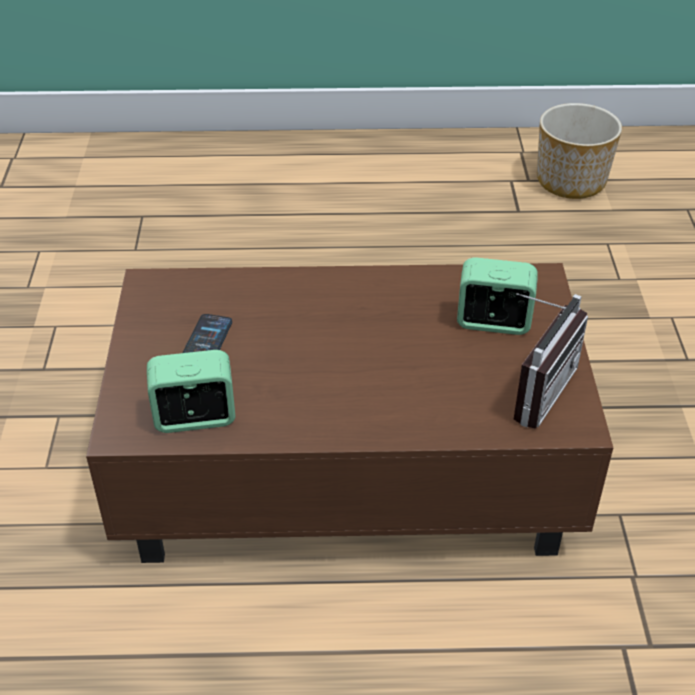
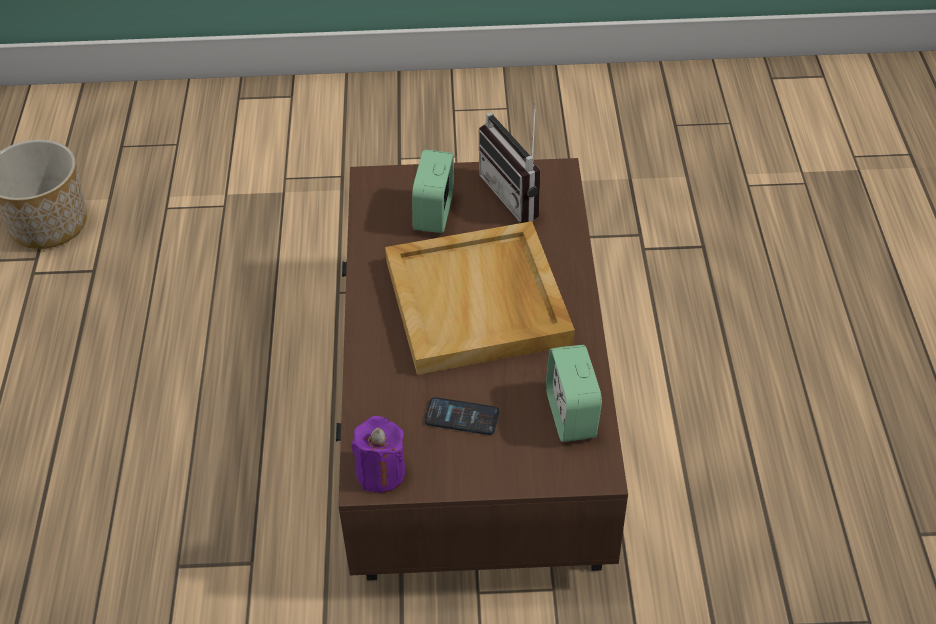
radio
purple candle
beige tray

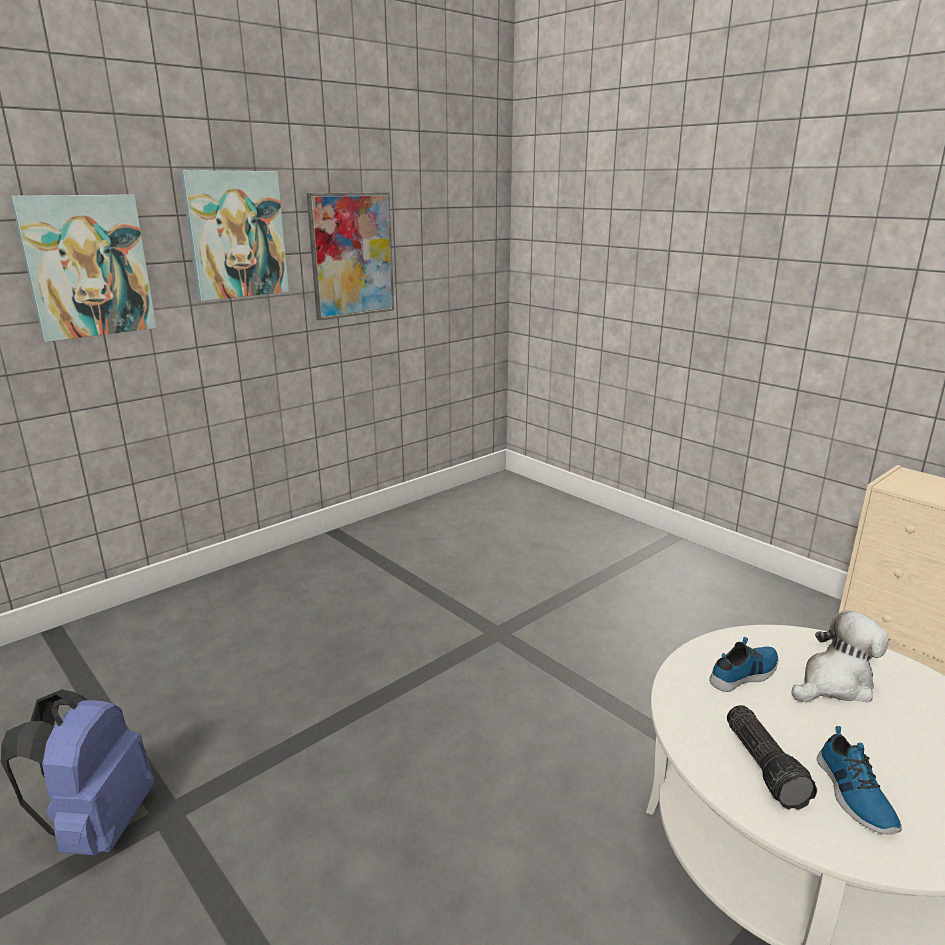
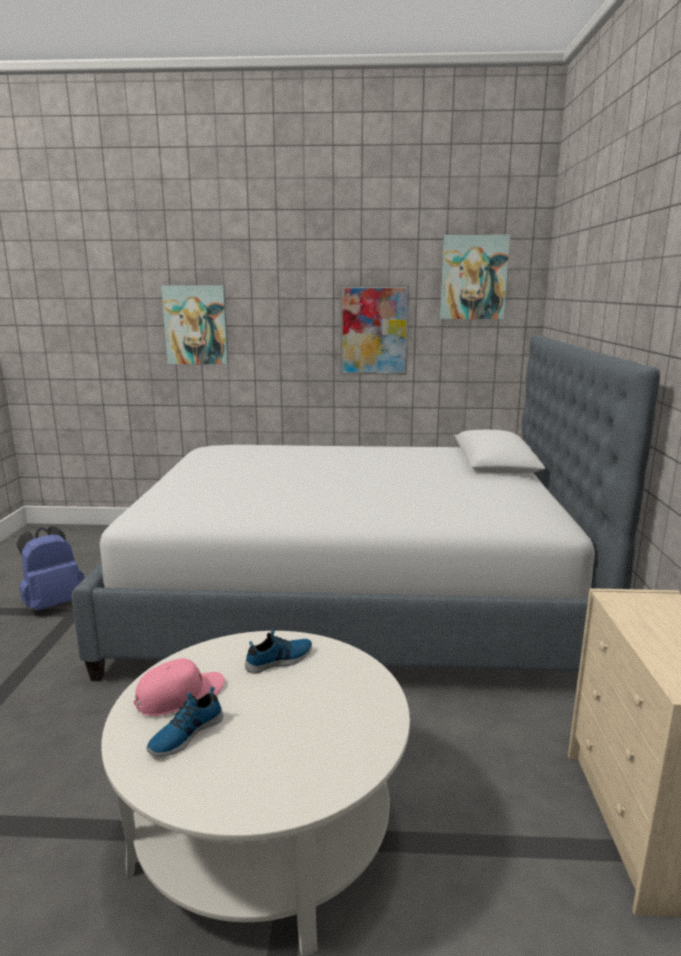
picture (3rd from left)
shoe (2nd from left)
pink cap
plush toy
bed

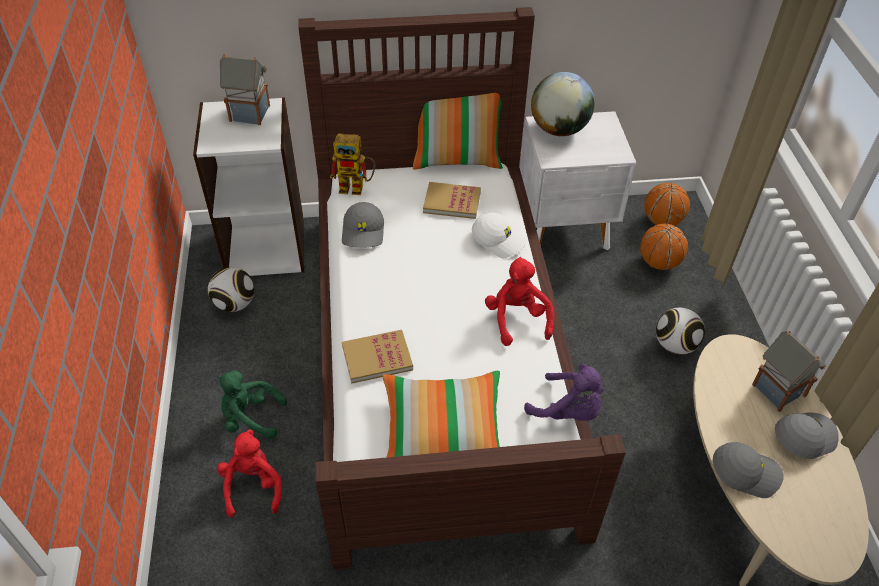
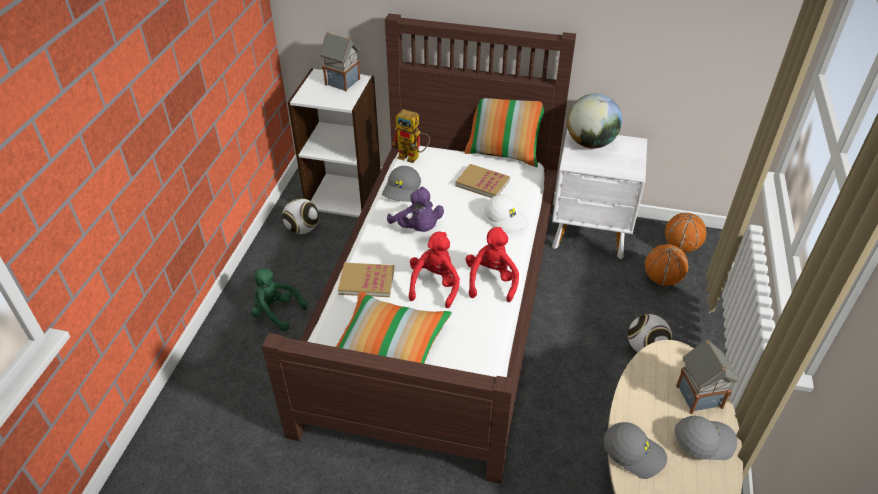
red plush toy (1st from left)
purple plush toy

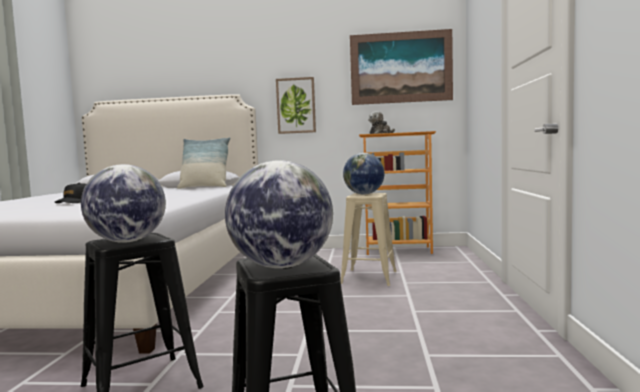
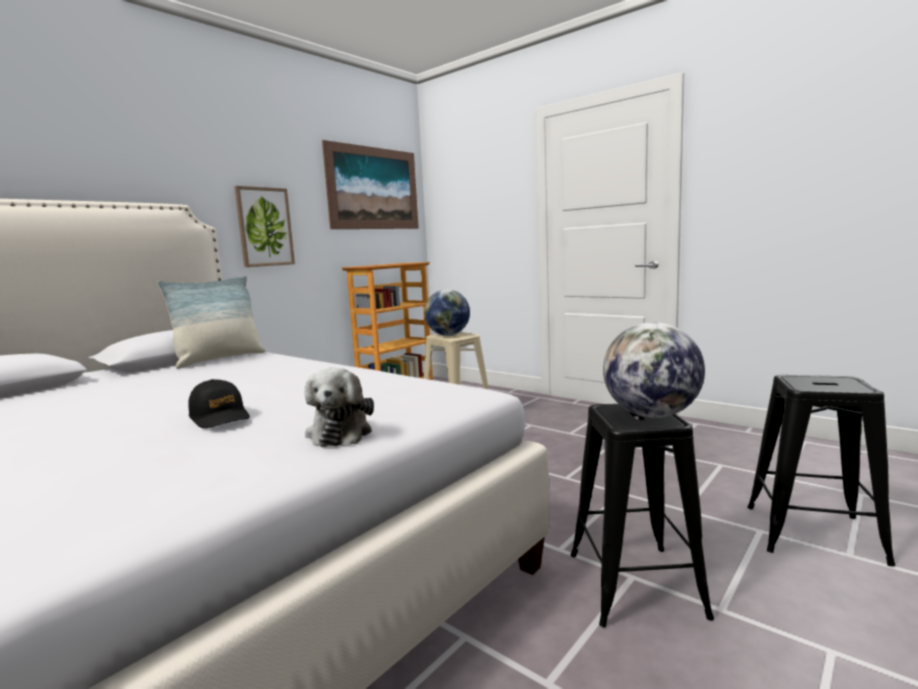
globe (2nd from left in the first image)
plush toy

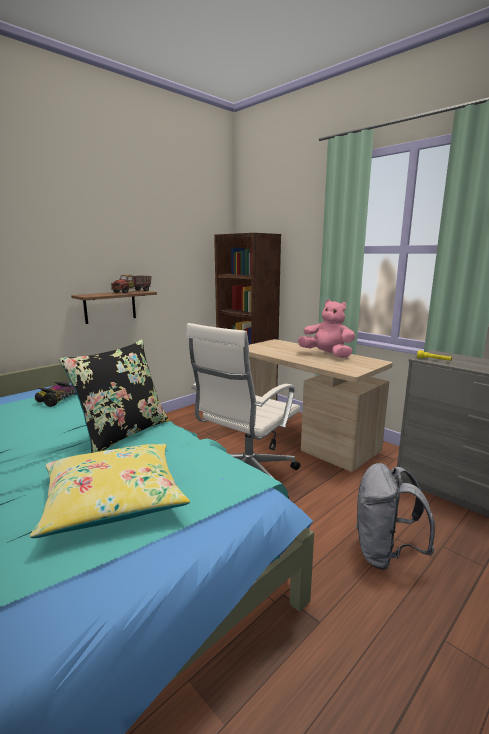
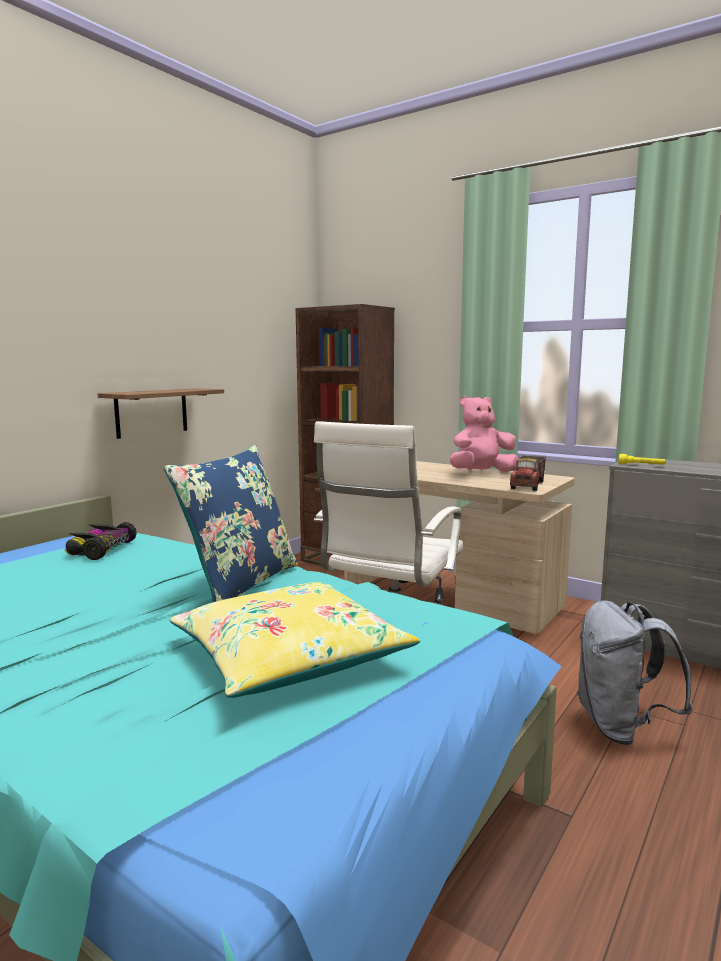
blue pillow
toy truck
pink plush toy

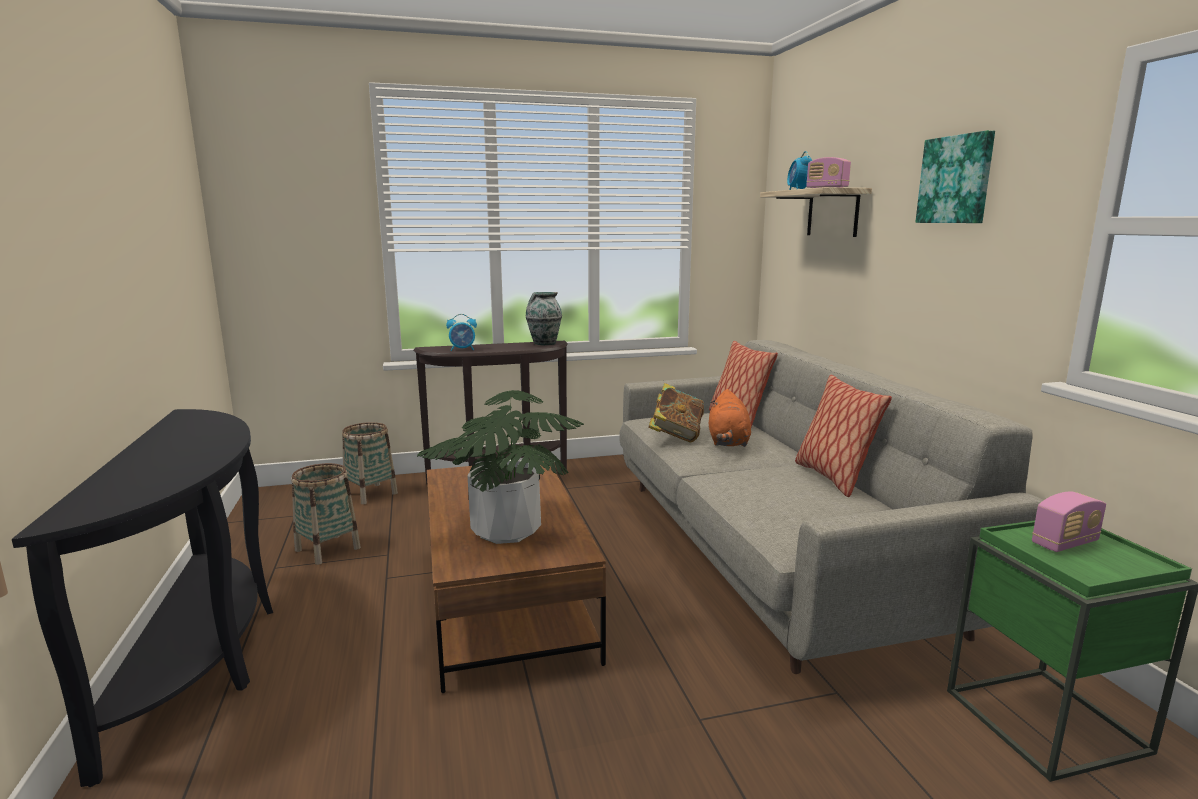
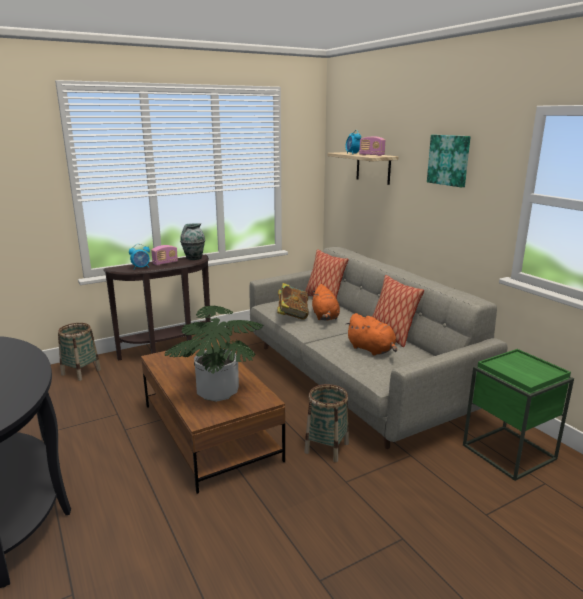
basket (2nd from left)
radio (1st from left)
orange plush toy (2nd from left)

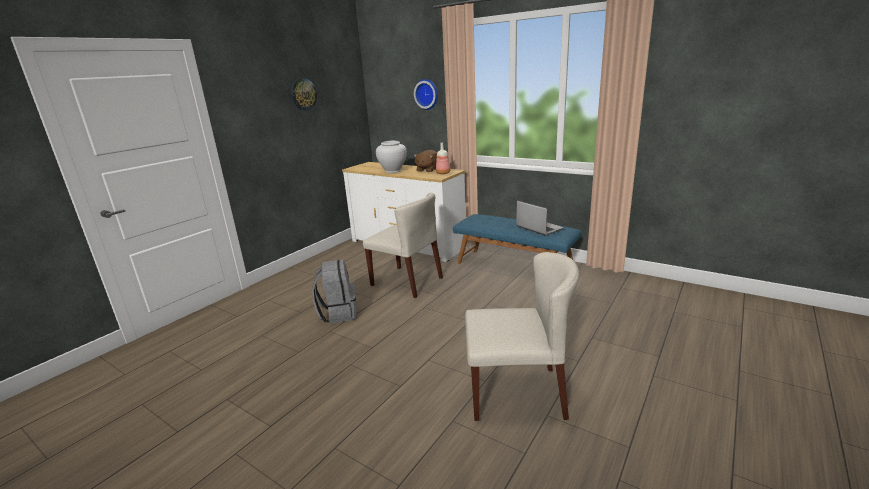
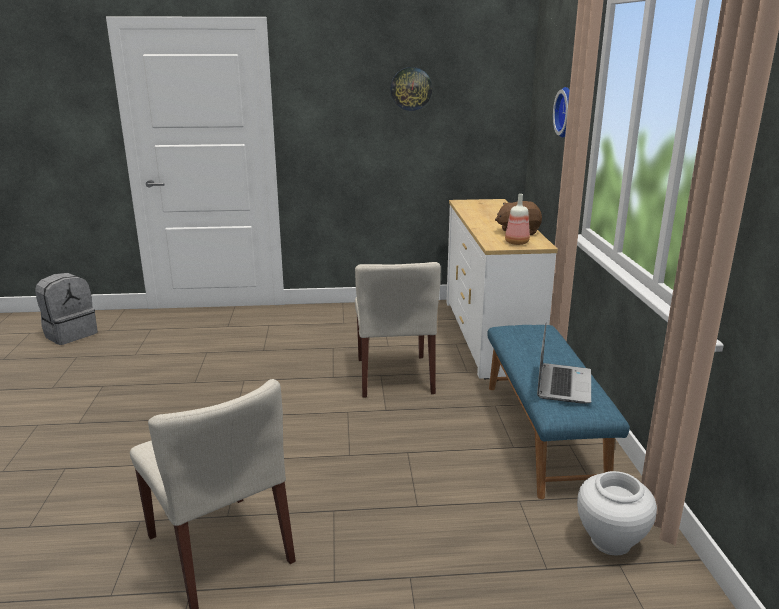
grey backpack
white vase

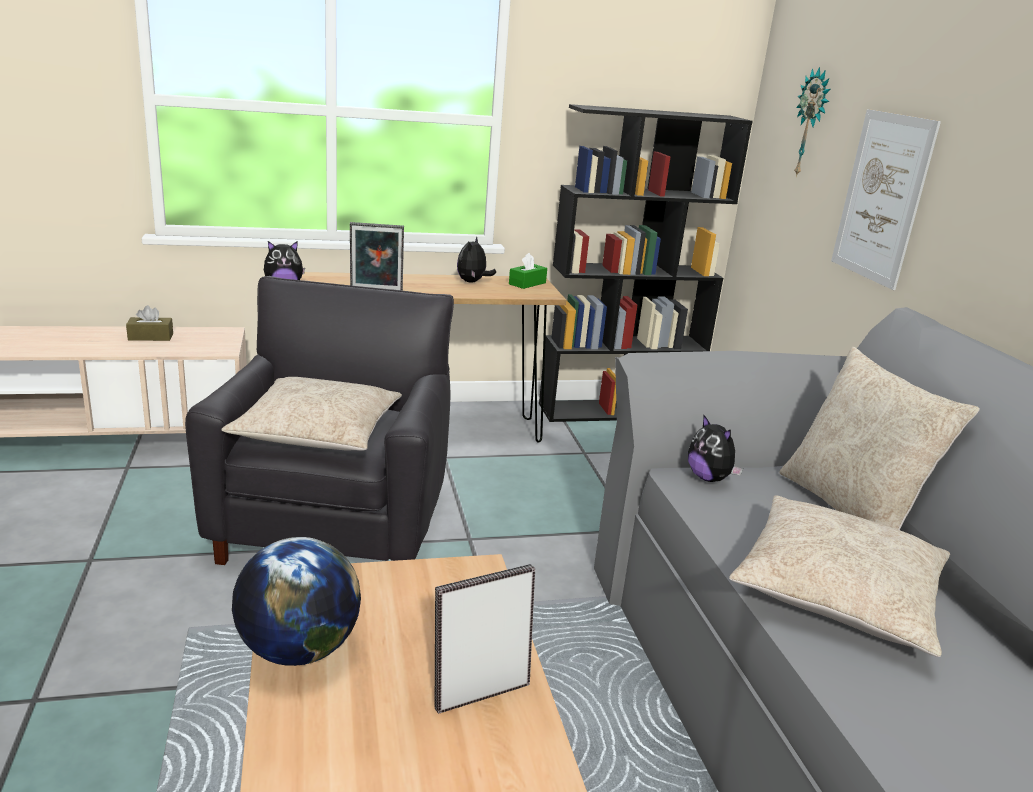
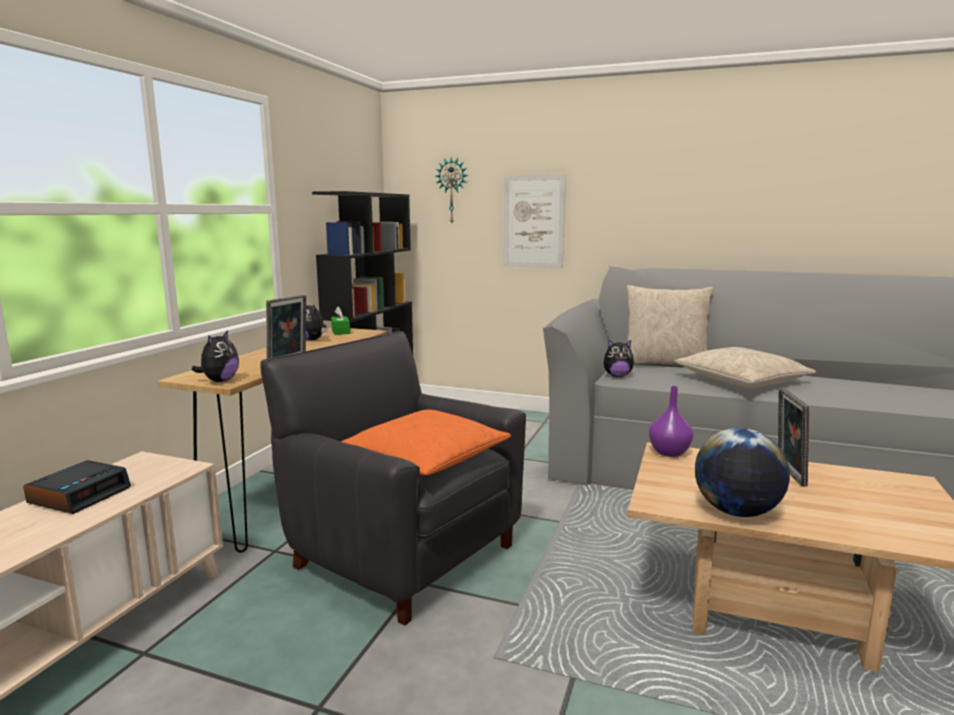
alarm clock
orange pillow
purple vase

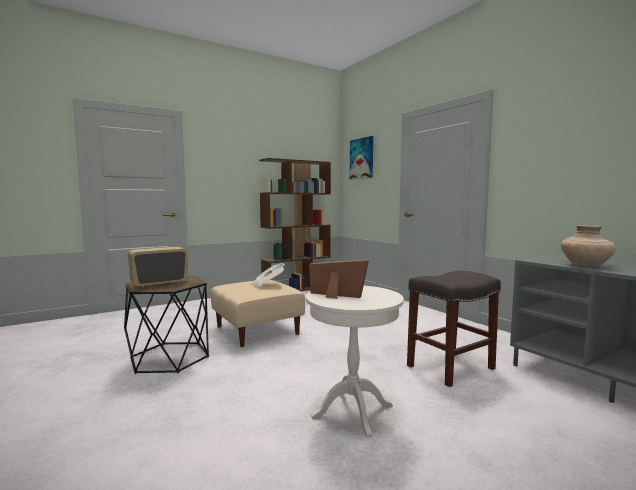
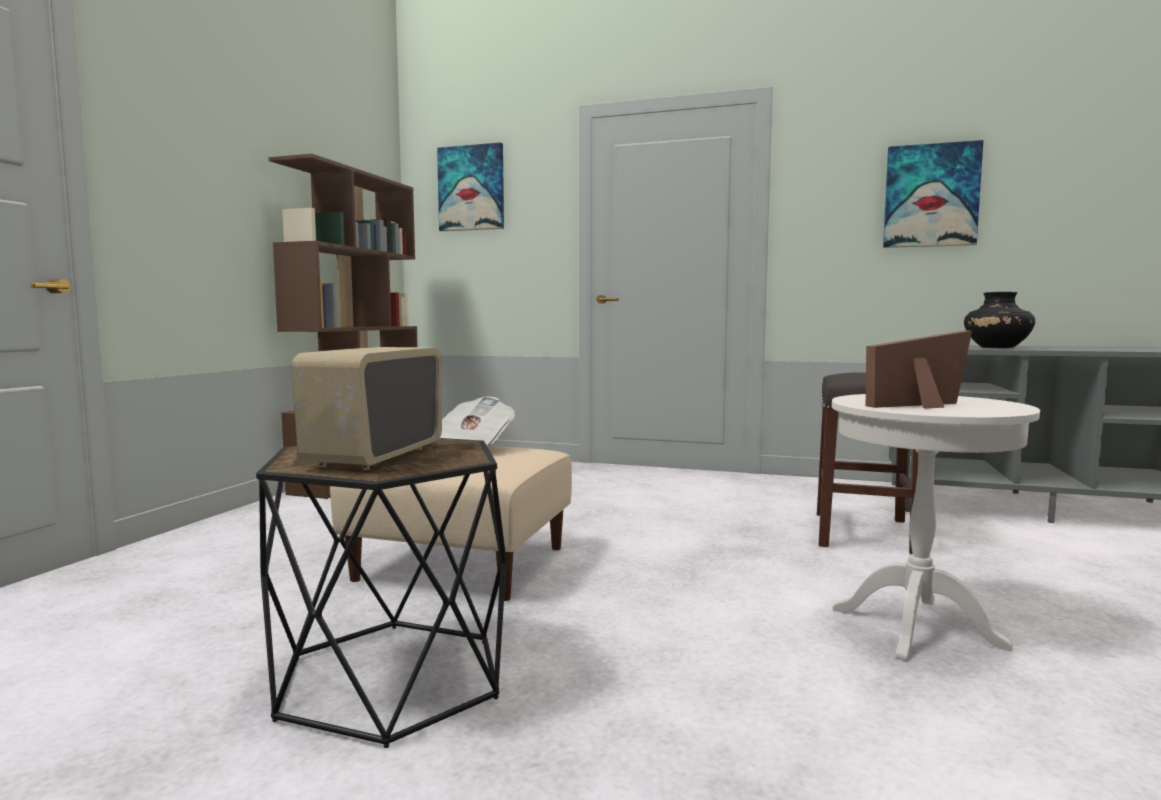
black vase
picture (2nd from left)

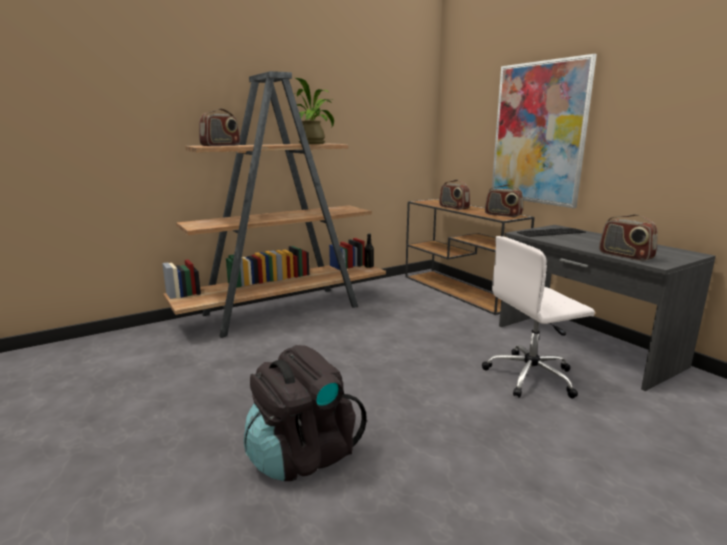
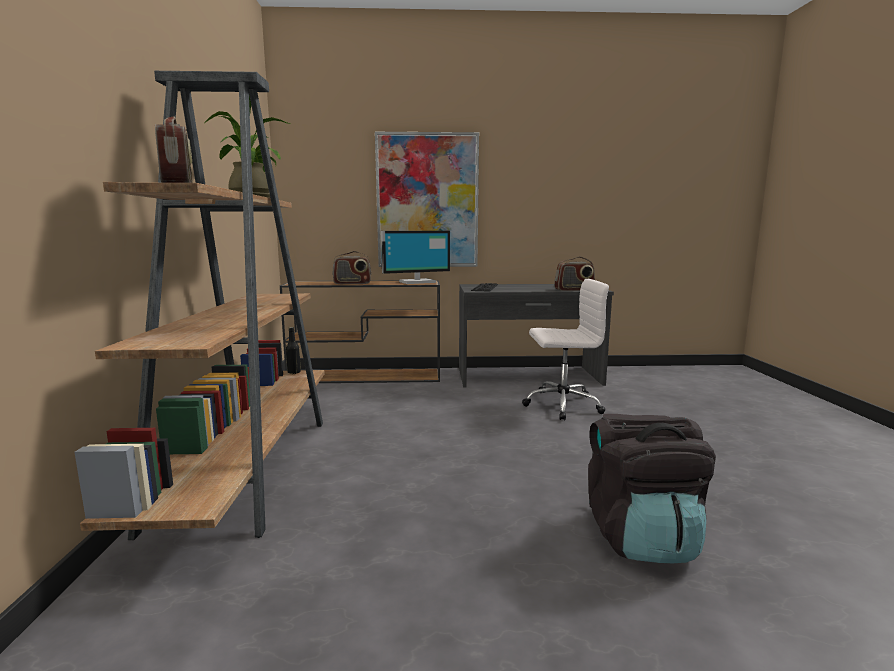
white office chair
monitor

